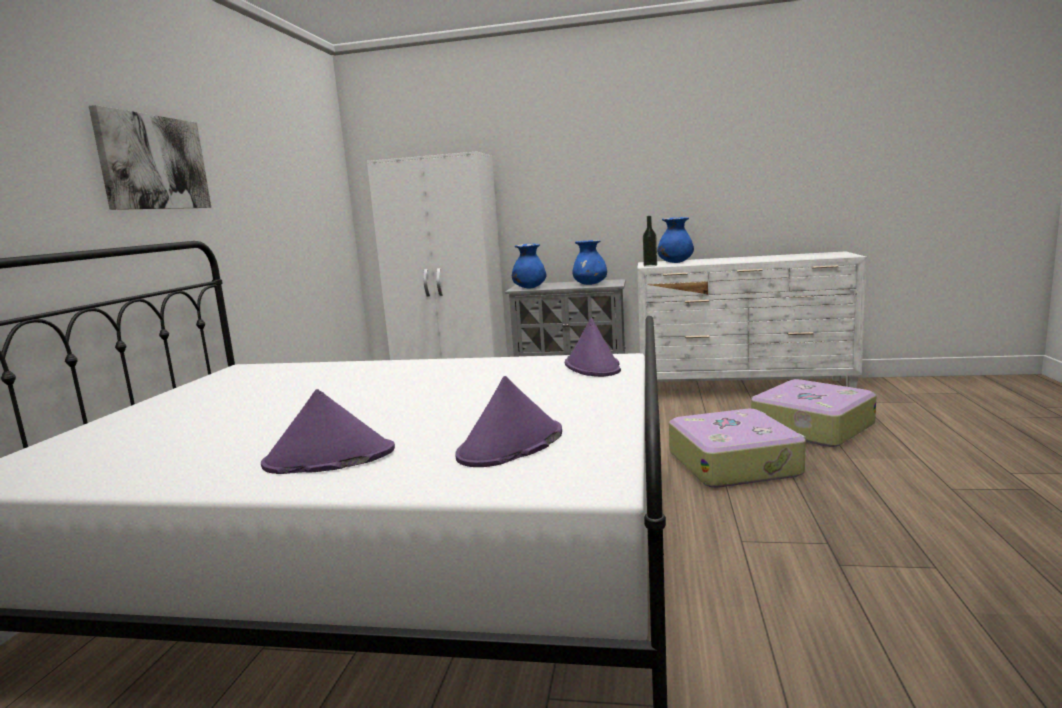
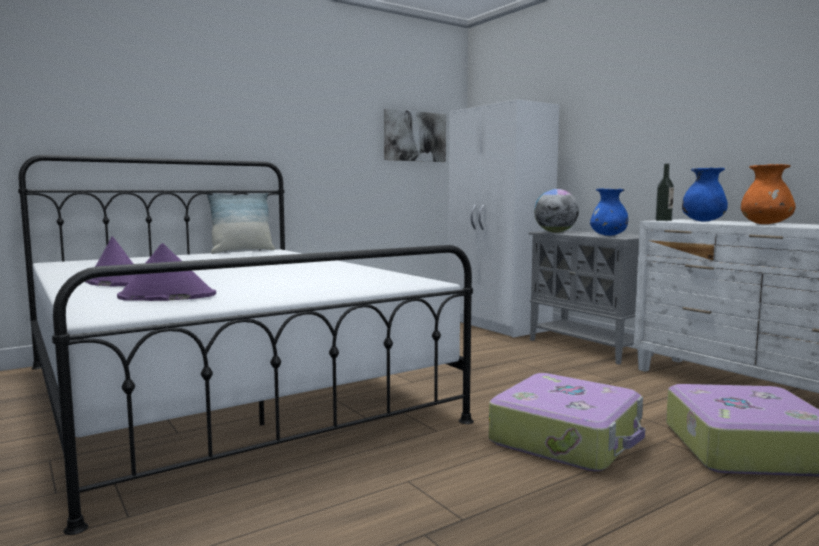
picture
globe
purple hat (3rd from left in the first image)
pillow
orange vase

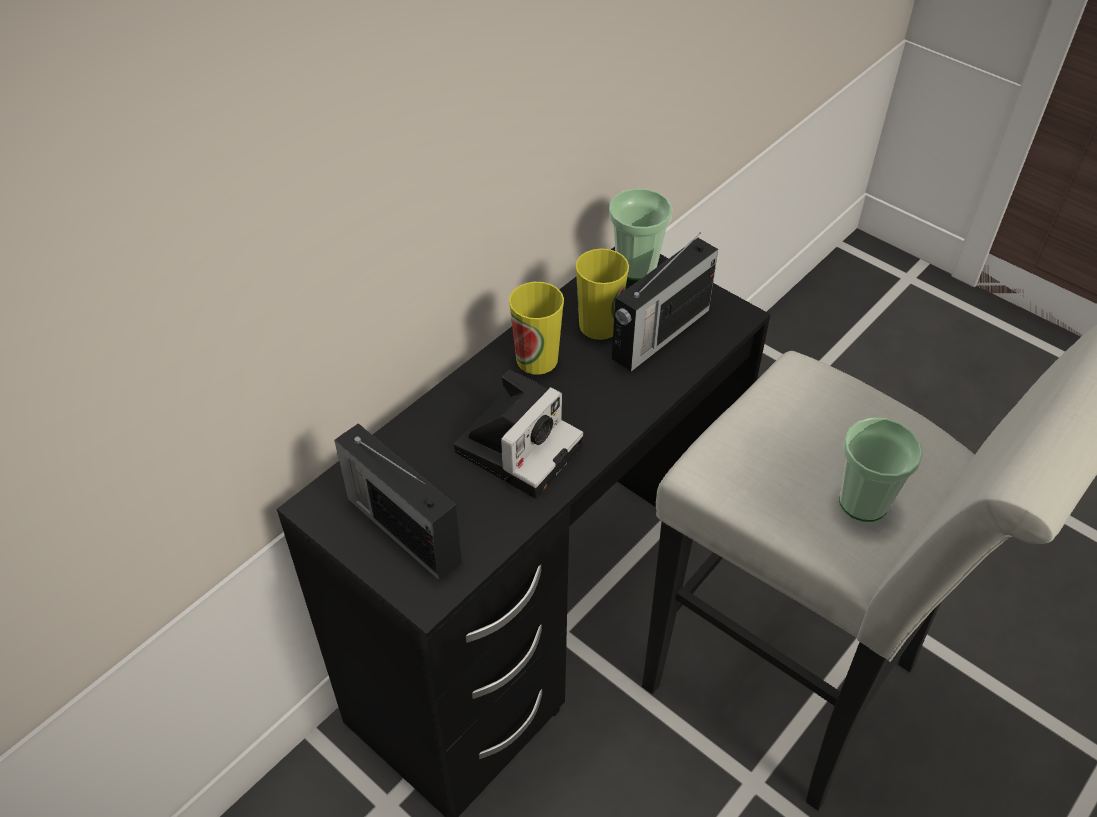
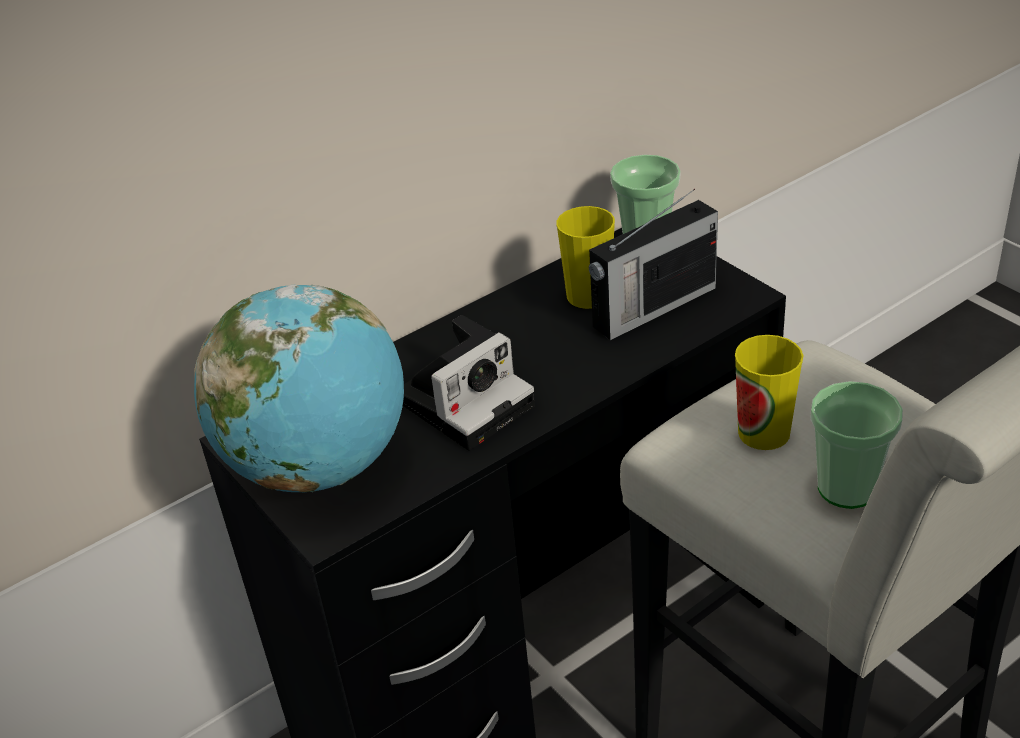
globe
cup (3rd from left)

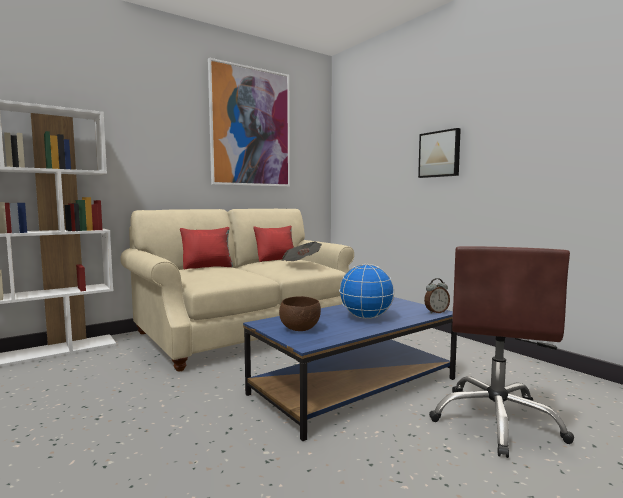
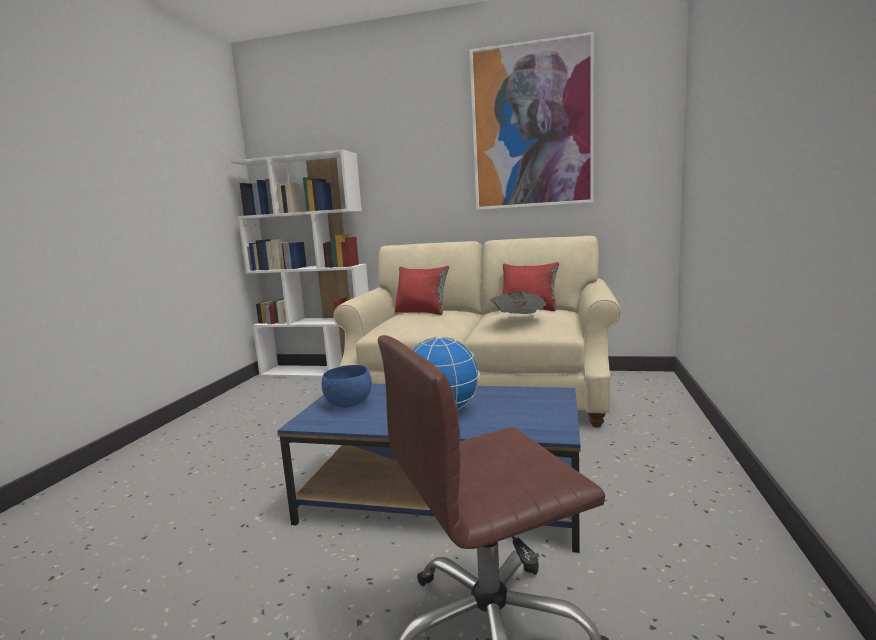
blue bowl
picture (2nd from left in the first image)
alarm clock

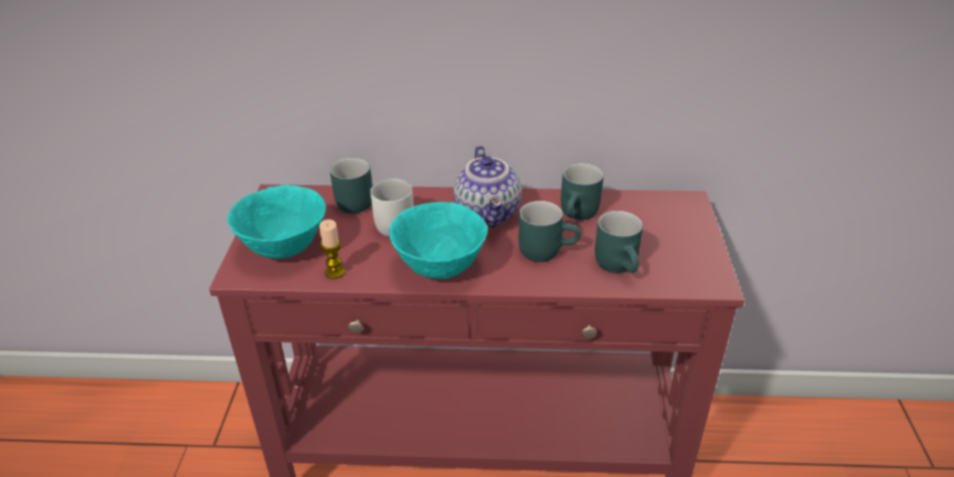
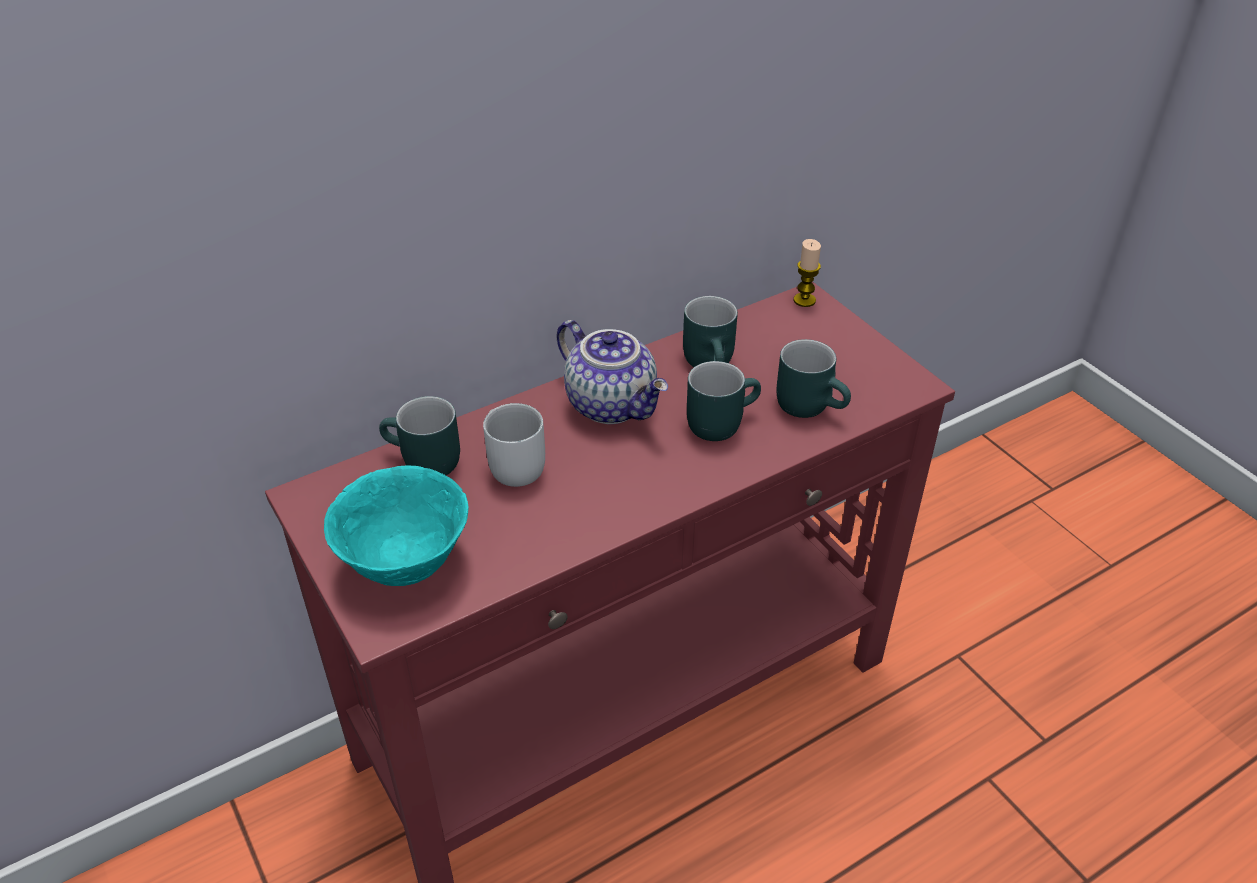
candle
turquoise bowl (2nd from left in the first image)

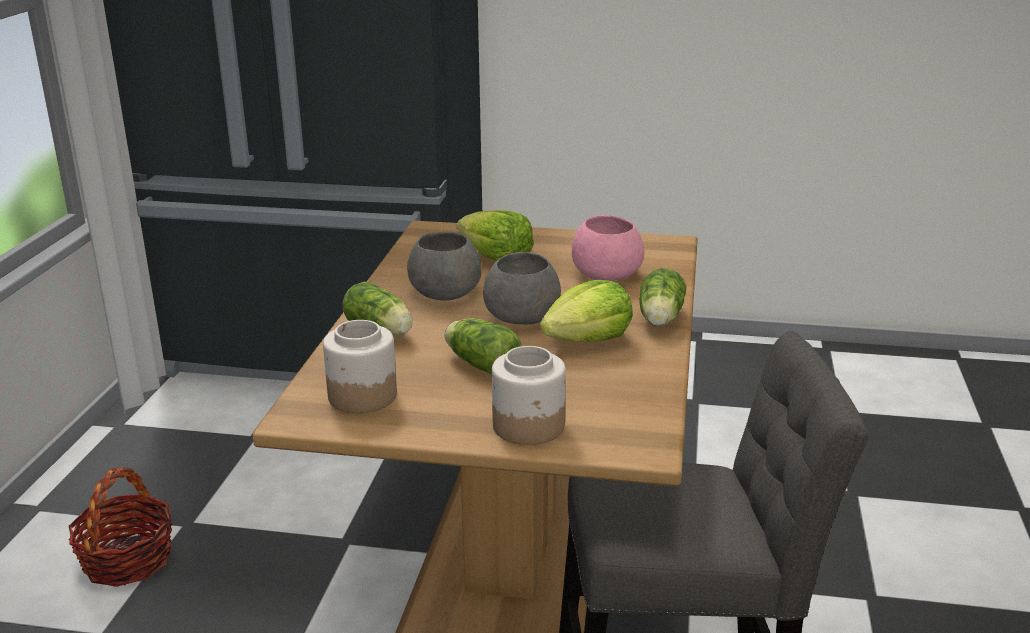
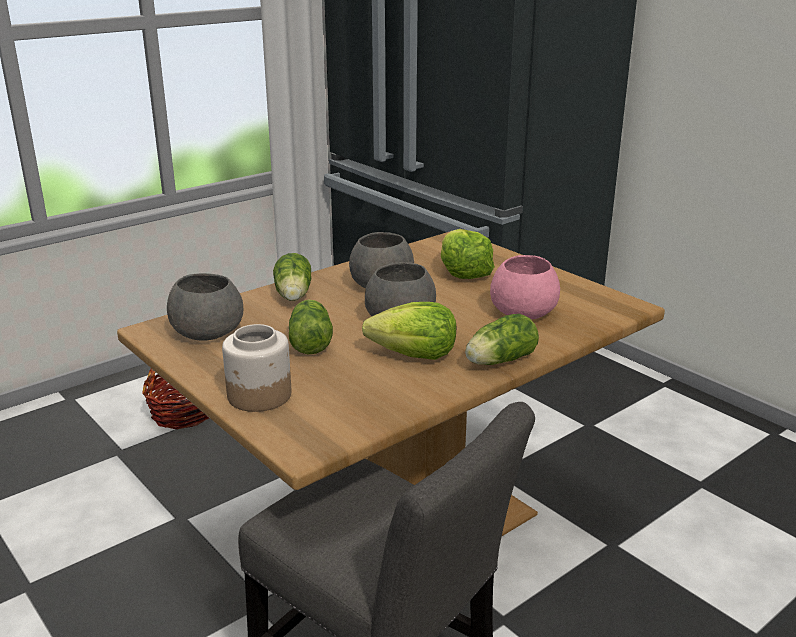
grey bowl (1st from left)

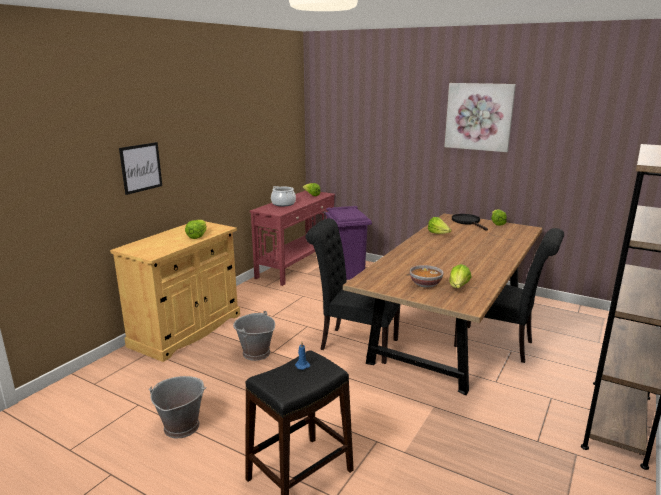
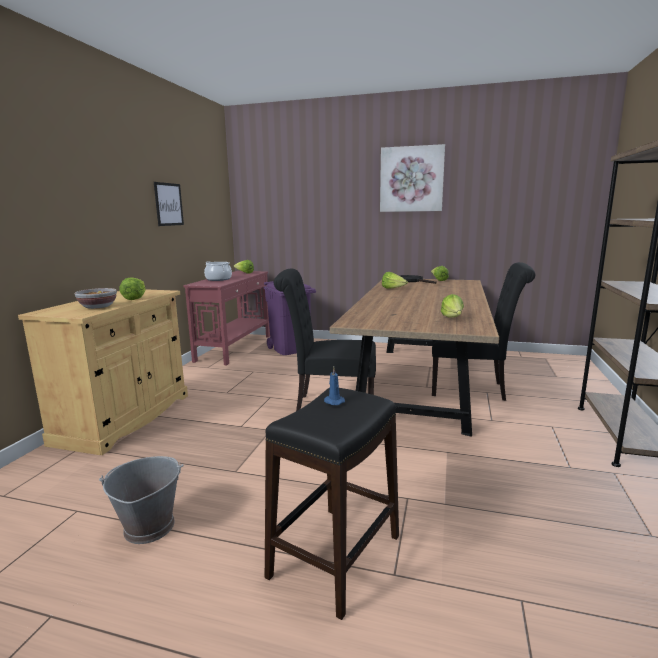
picture (1st from left)
grey bucket (2nd from left in the first image)
bowl

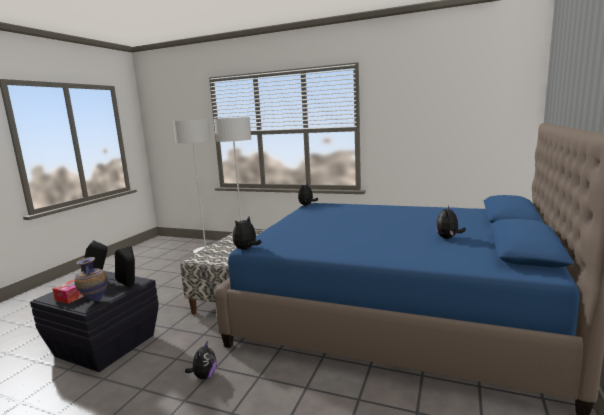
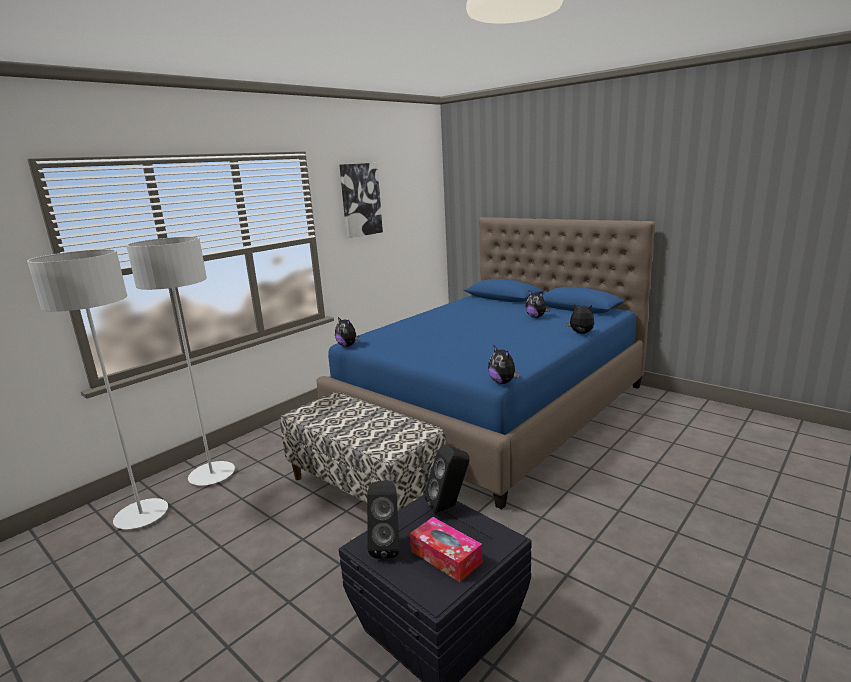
vase
plush toy (4th from left)
picture

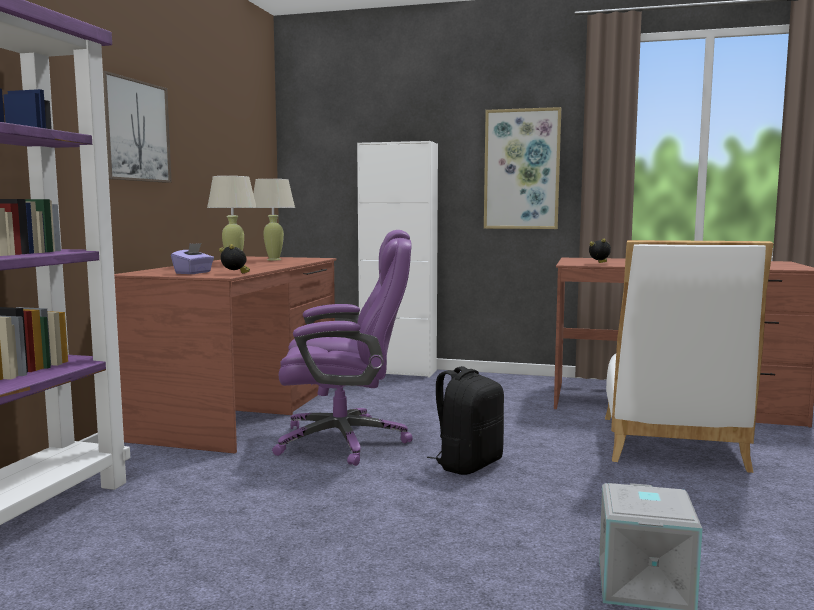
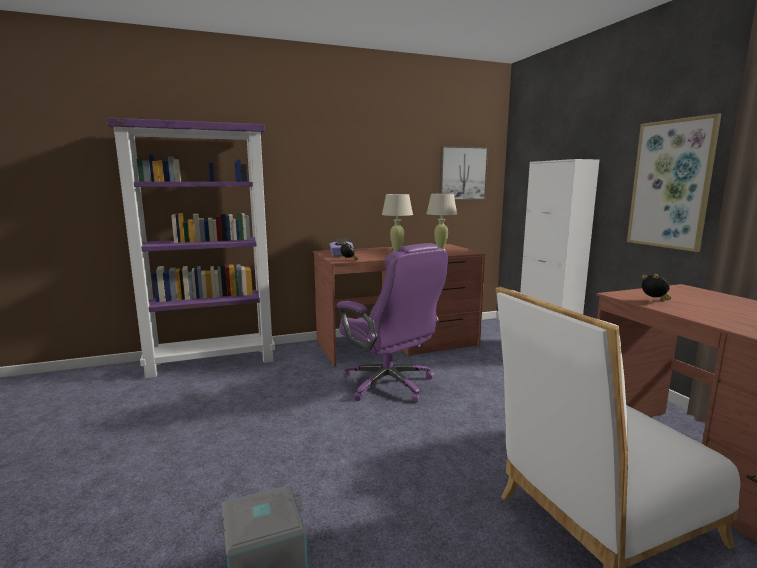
picture (1st from left)
black backpack

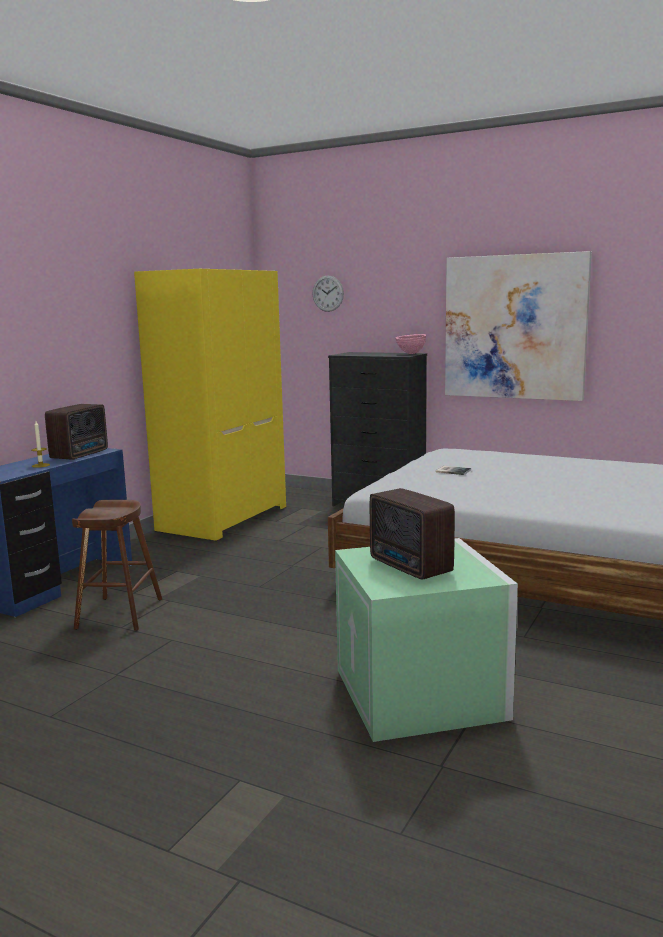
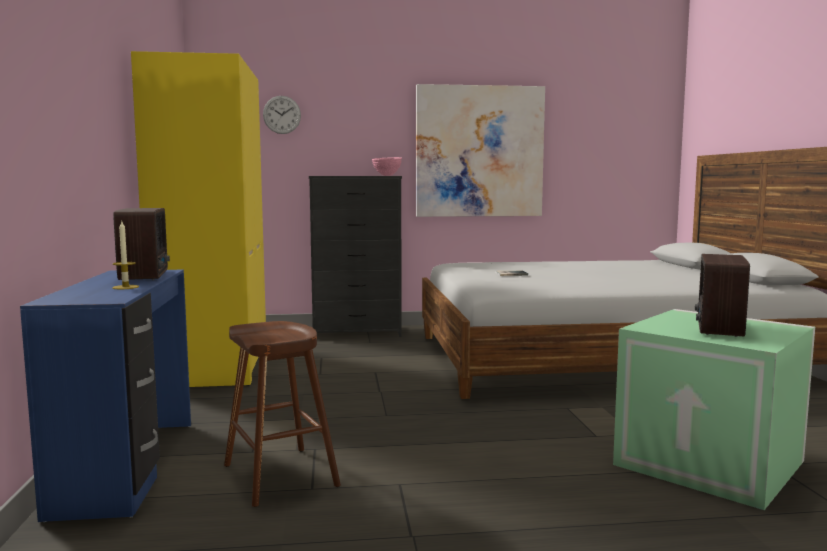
radio (2nd from left)

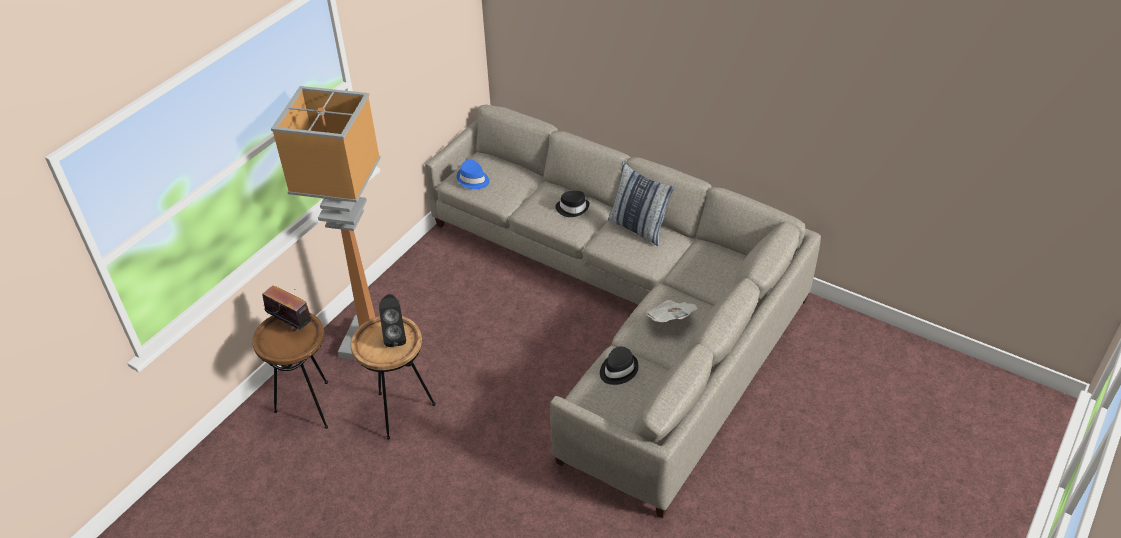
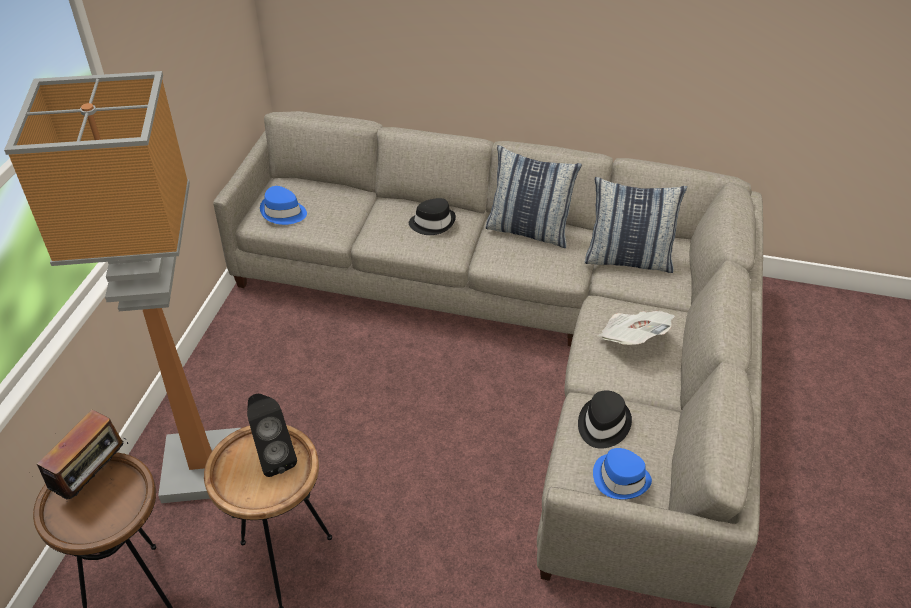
radio
pillow (2nd from left)
blue hat (2nd from left)

